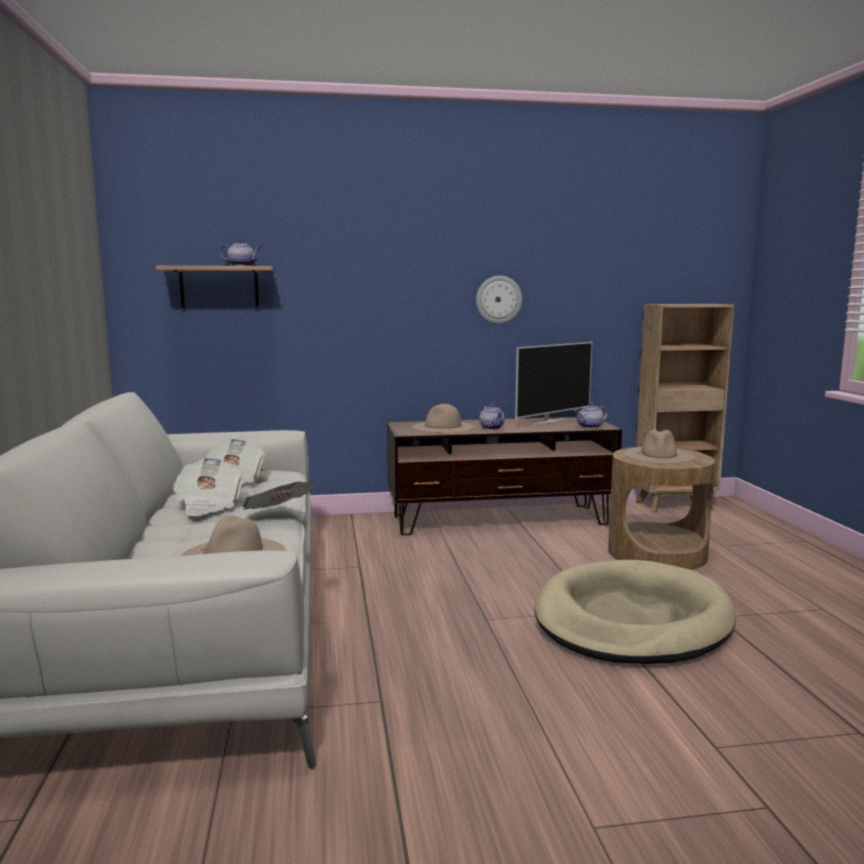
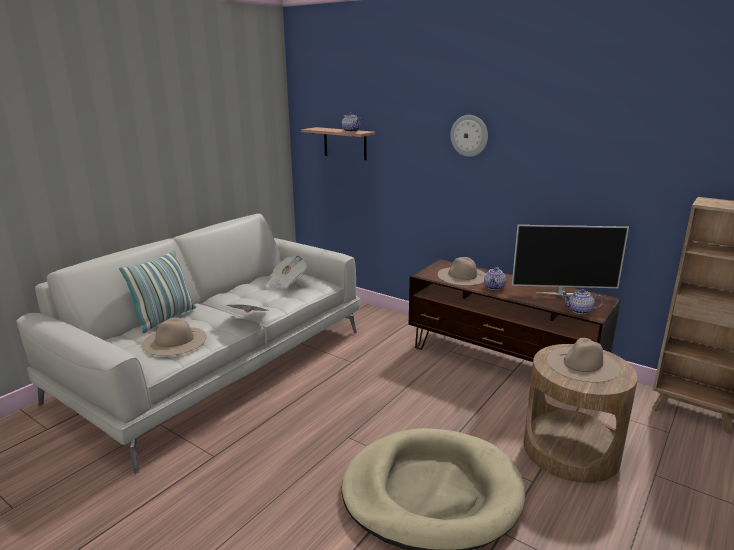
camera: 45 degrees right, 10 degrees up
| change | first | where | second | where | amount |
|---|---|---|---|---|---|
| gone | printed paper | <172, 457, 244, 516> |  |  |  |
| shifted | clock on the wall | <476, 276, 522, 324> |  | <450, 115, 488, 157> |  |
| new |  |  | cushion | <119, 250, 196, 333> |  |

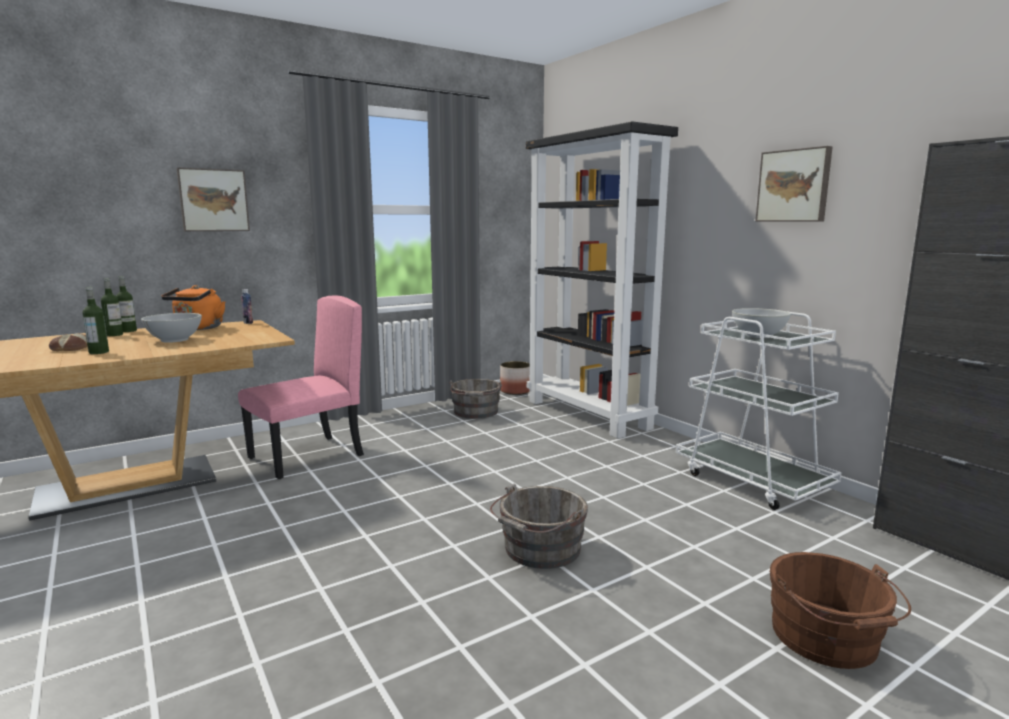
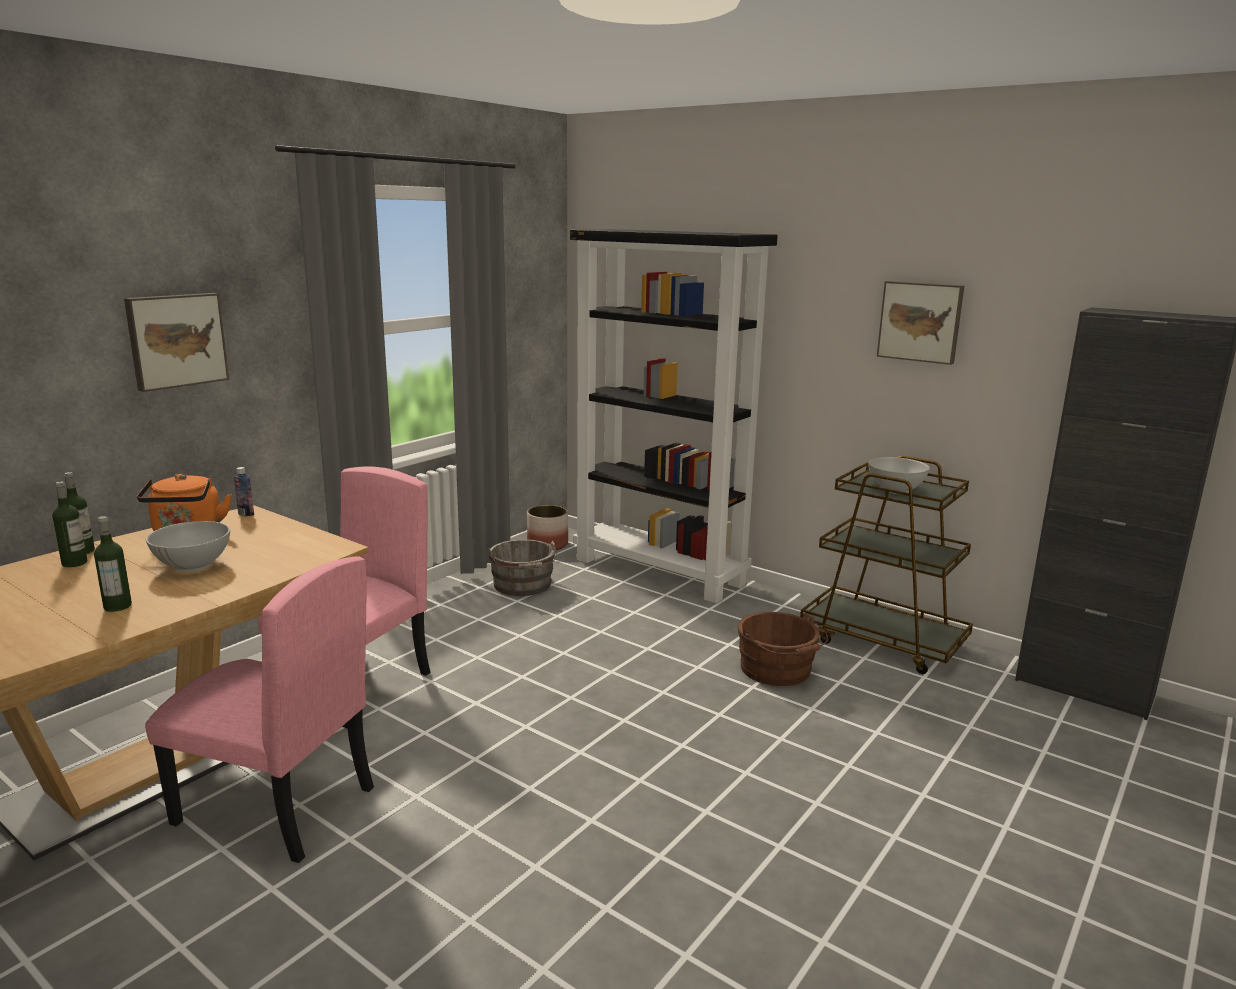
camera: 20 degrees left, 5 degrees up
| change | first | where | second | where | amount |
|---|---|---|---|---|---|
| gone | bread | <49, 333, 88, 351> |  |  |  |
| gone | gray pail | <490, 483, 588, 569> |  |  |  |
| repainted | whitish trolley | <676, 311, 842, 510> | brown trolley | <800, 456, 973, 674> |  |
| shifted | brown pail | <769, 552, 911, 669> |  | <738, 612, 828, 686> |  |
| new |  |  | pinkish upright chair | <145, 556, 374, 863> |  |

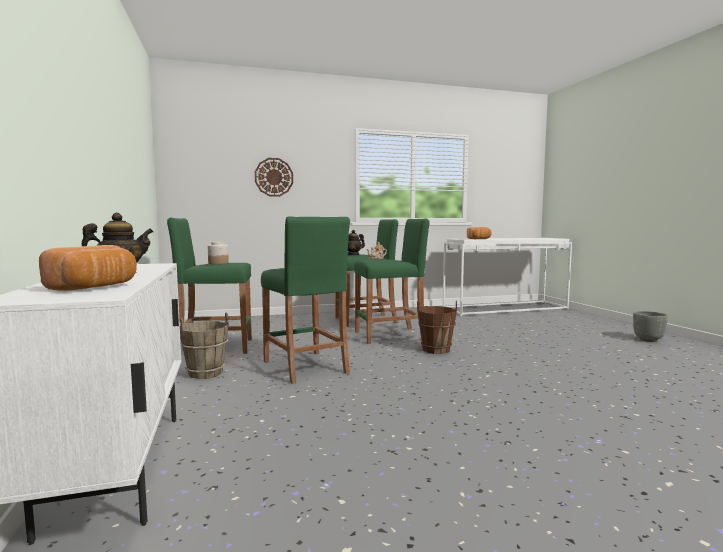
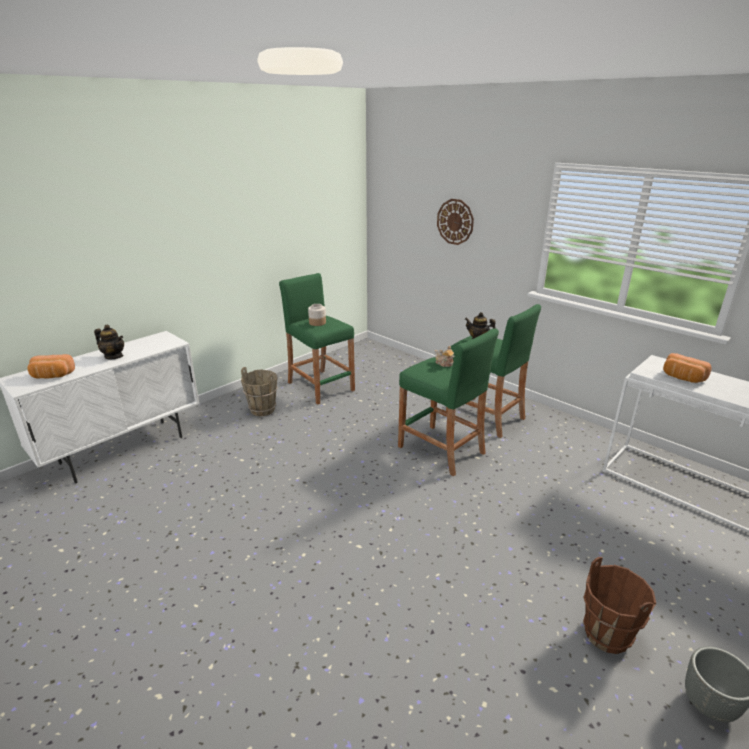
camera: 60 degrees right, 20 degrees up
| change | first | where | second | where | amount |
|---|---|---|---|---|---|
| gone | green sitting stool | <261, 216, 350, 384> |  |  |  |
| shifted | brown pail | <417, 300, 457, 354> |  | <583, 557, 656, 654> |  |

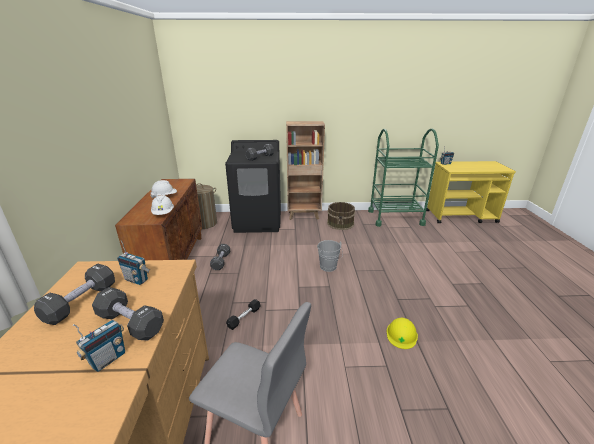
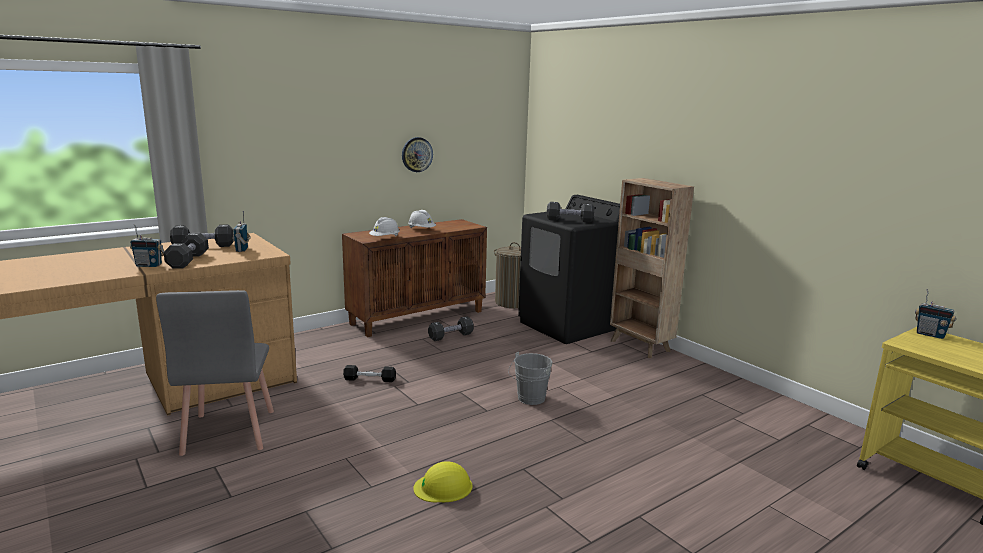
camera: 55 degrees right, 10 degrees down
| change | first | where | second | where | amount |
|---|---|---|---|---|---|
| gone | brown pail | <327, 202, 355, 230> |  |  |  |
| gone | green trolley | <368, 128, 439, 227> |  |  |  |
| new |  |  | clock on the wall | <402, 137, 433, 172> |  |

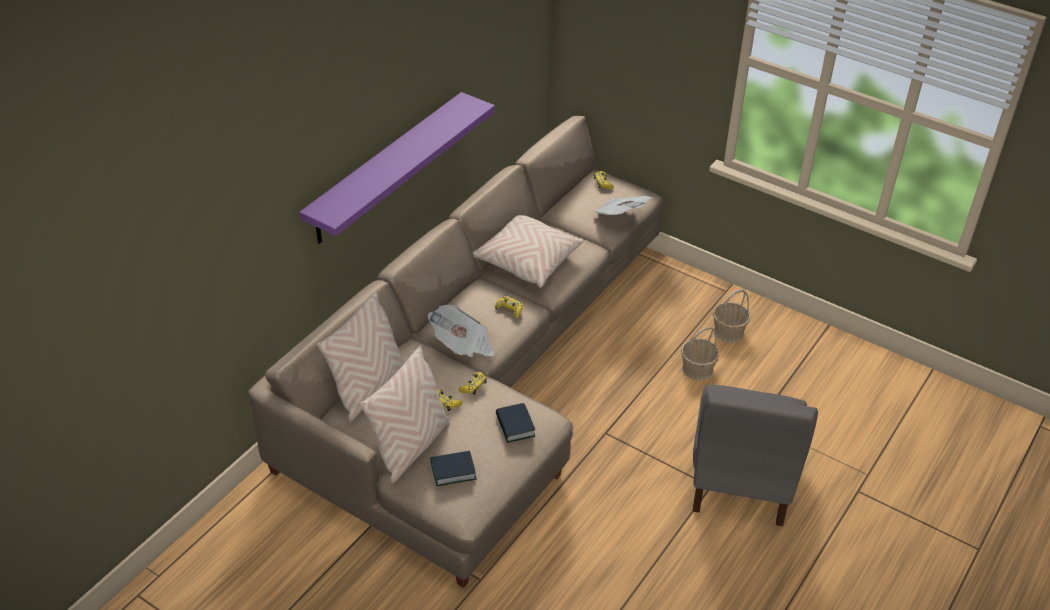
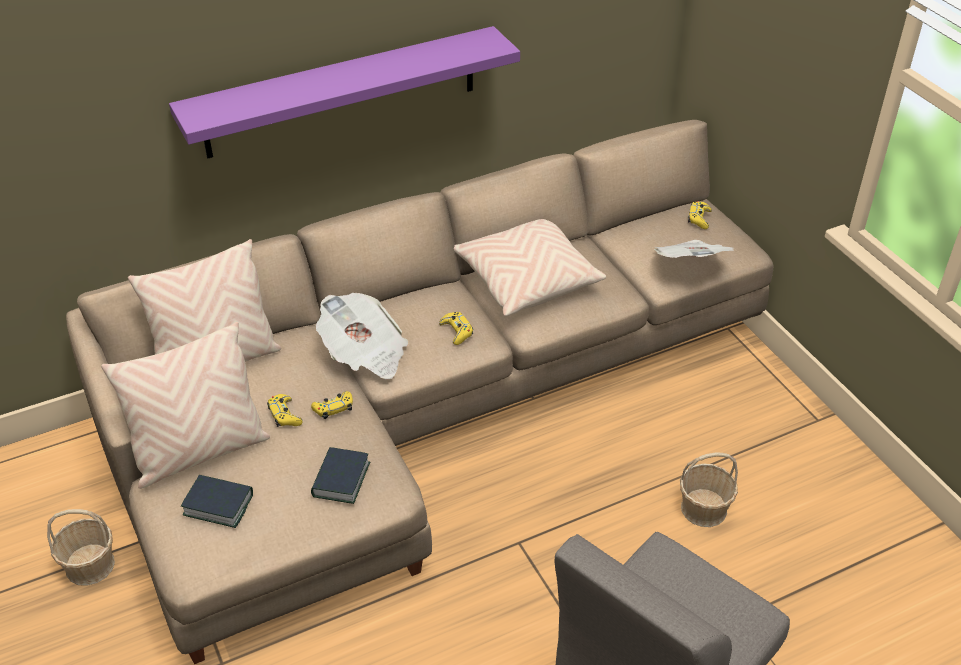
camera: 30 degrees right, 0 degrees up
| change | first | where | second | where | amount |
|---|---|---|---|---|---|
| shifted | basket | <713, 289, 751, 343> |  | <47, 509, 115, 586> |  |

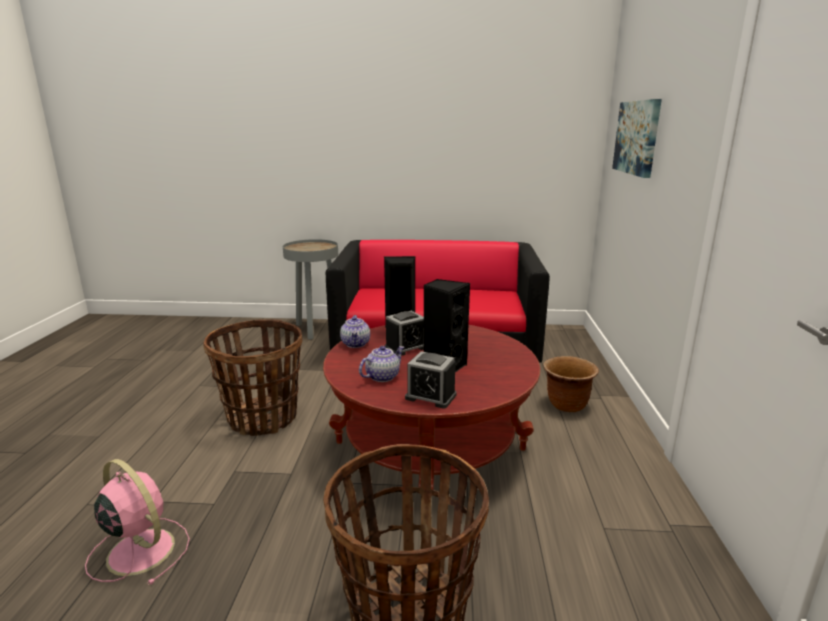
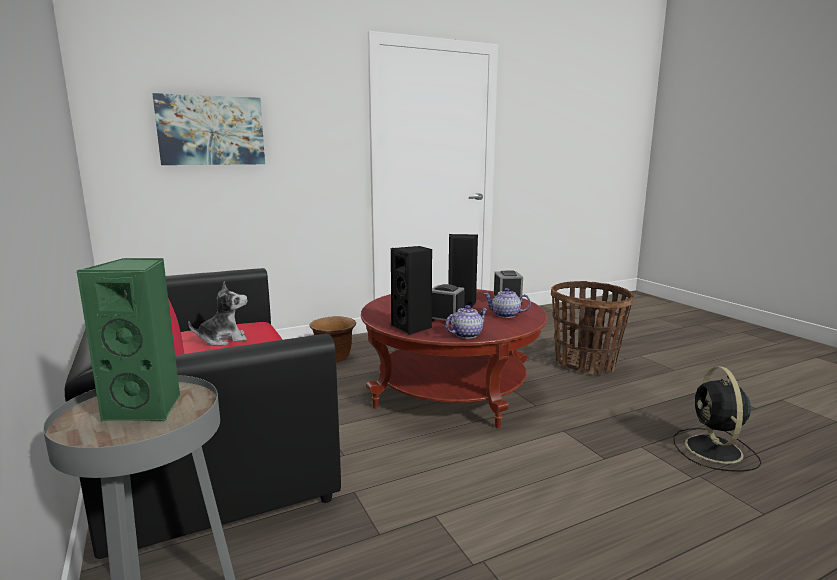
camera: 120 degrees left, 5 degrees down
| change | first | where | second | where | amount |
|---|---|---|---|---|---|
| repainted | pinkish fan | <85, 459, 190, 585> | blackish fan | <674, 367, 761, 471> |  |
| gone | basket | <204, 319, 302, 436> |  |  |  |
| new |  |  | green speaker | <77, 258, 181, 422> |  |
| new |  |  | soft toy | <188, 282, 247, 346> |  |

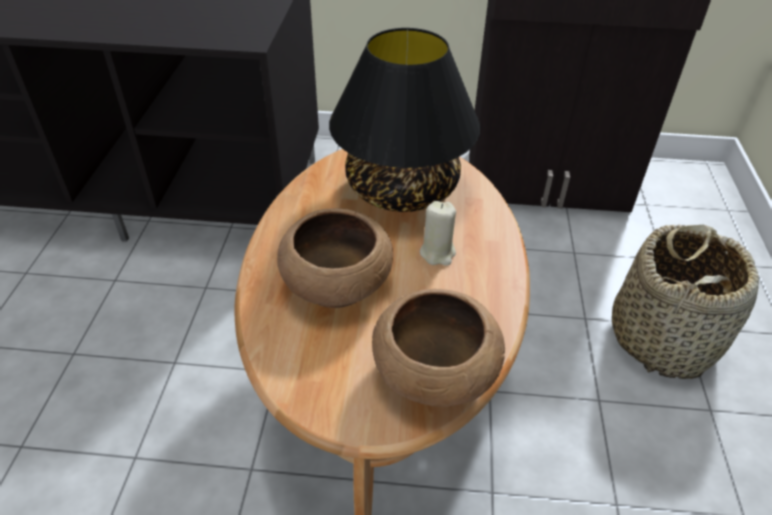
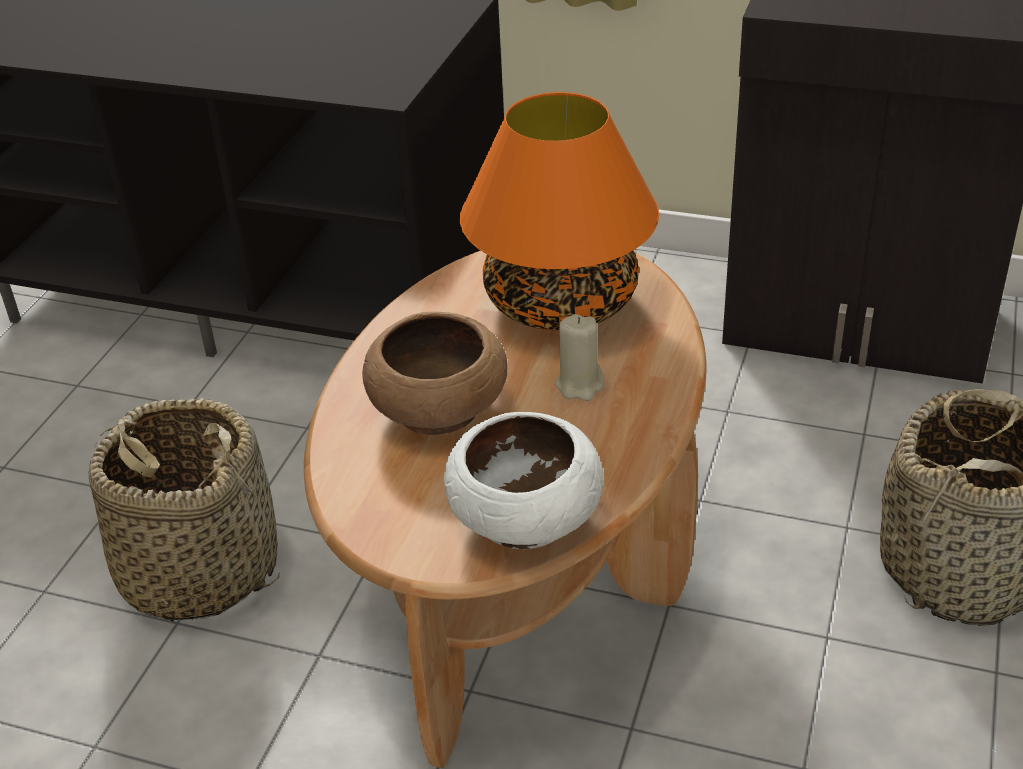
camera: 15 degrees right, 5 degrees down
| change | first | where | second | where | amount |
|---|---|---|---|---|---|
| repainted | blackish tabletop lamp | <329, 28, 480, 212> | orange tabletop lamp | <460, 92, 659, 330> |  |
| repainted | brown deep dish | <372, 289, 505, 407> | whitish deep dish | <444, 412, 603, 549> |  |
| new |  |  | basket | <88, 398, 280, 622> |  |

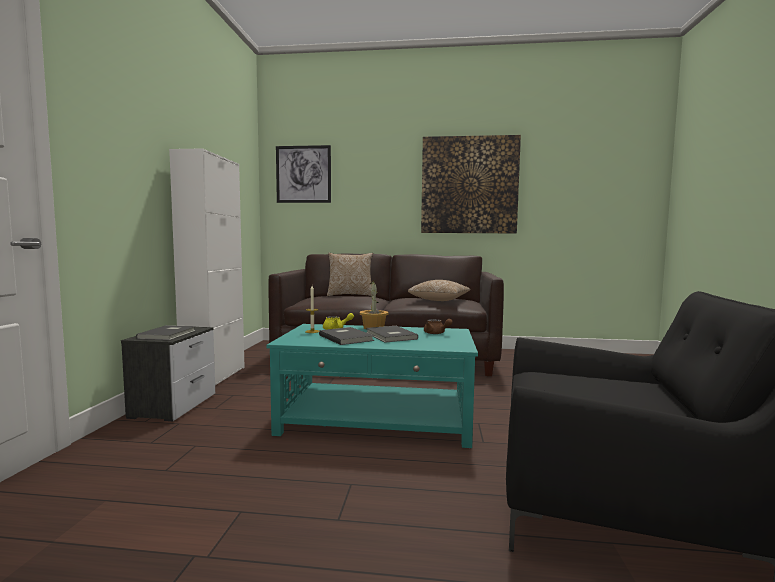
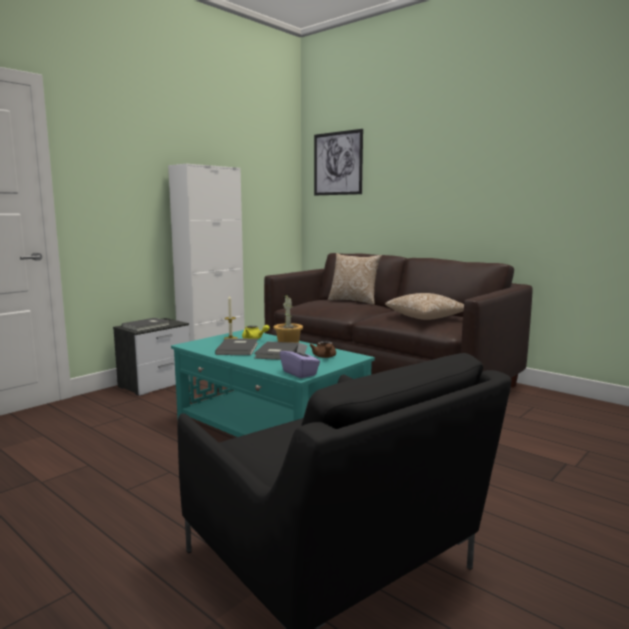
camera: 35 degrees right, 5 degrees up
| change | first | where | second | where | amount |
|---|---|---|---|---|---|
| gone | picture | <421, 135, 521, 233> |  |  |  |
| new |  |  | purple-coloured tissue box | <280, 342, 320, 378> |  |

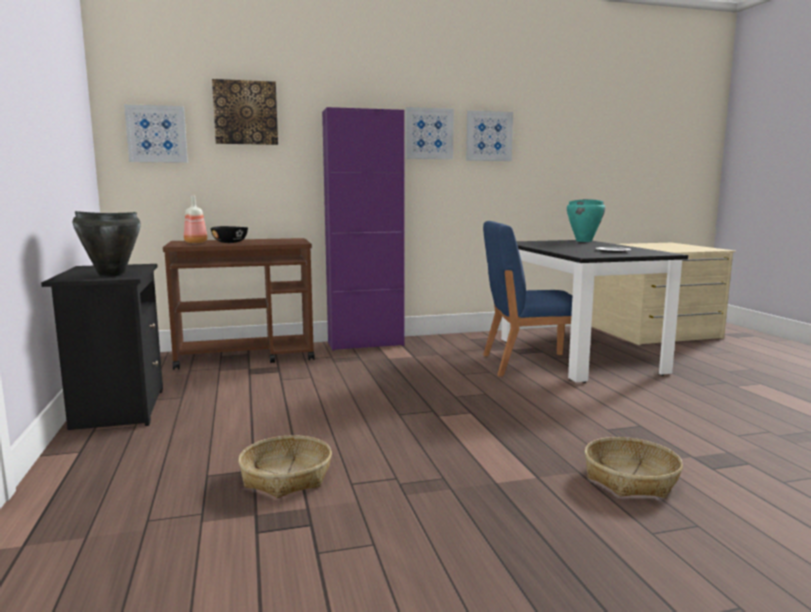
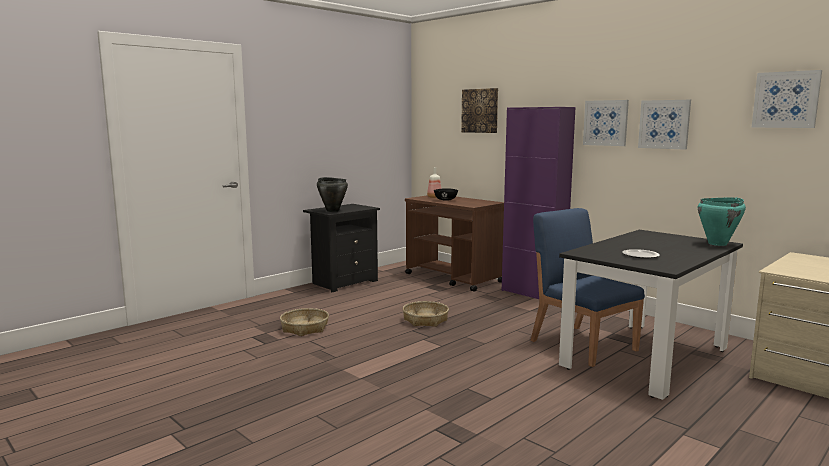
camera: 60 degrees right, 0 degrees up
| change | first | where | second | where | amount |
|---|---|---|---|---|---|
| shifted | picture | <124, 104, 188, 163> |  | <752, 70, 822, 128> |  |
| shifted | basket | <585, 437, 683, 498> |  | <403, 301, 449, 327> |  |

